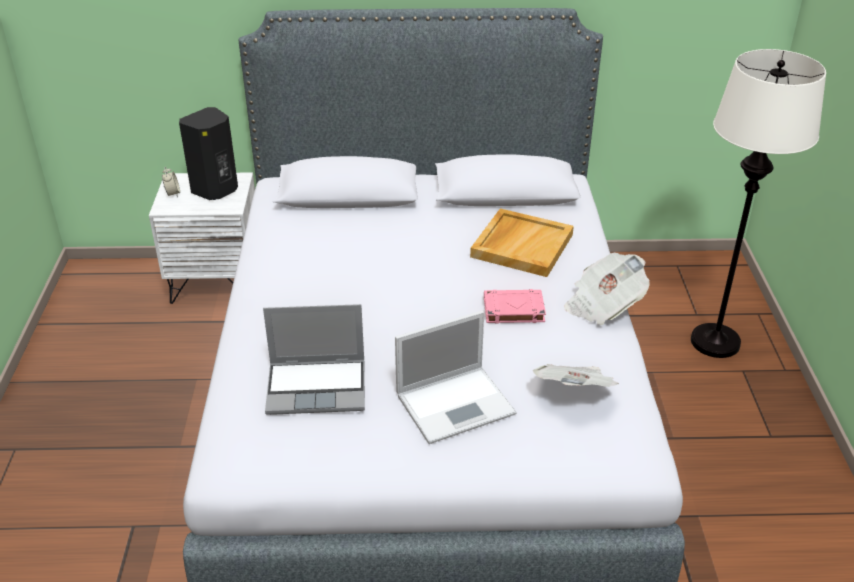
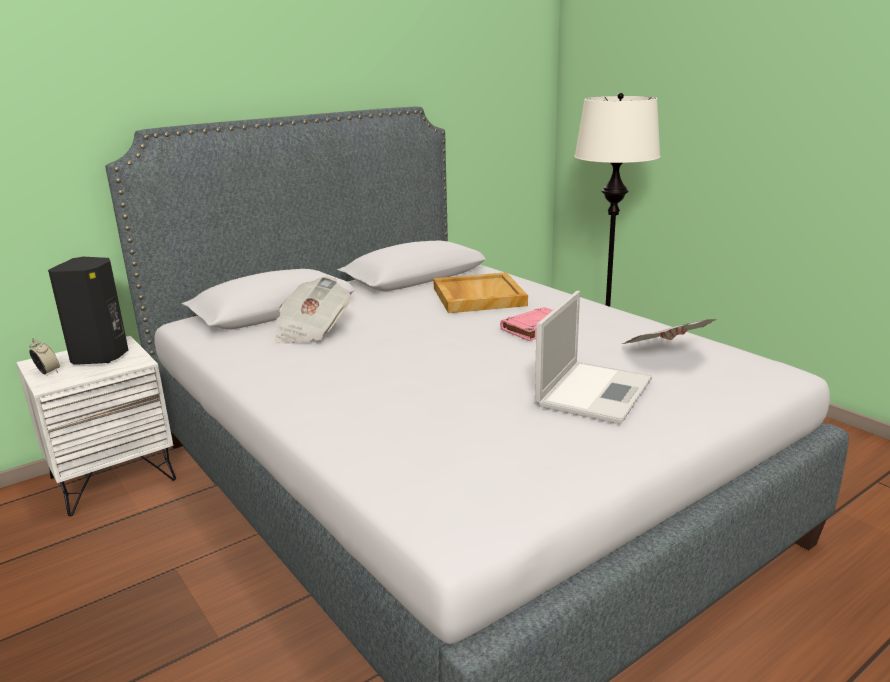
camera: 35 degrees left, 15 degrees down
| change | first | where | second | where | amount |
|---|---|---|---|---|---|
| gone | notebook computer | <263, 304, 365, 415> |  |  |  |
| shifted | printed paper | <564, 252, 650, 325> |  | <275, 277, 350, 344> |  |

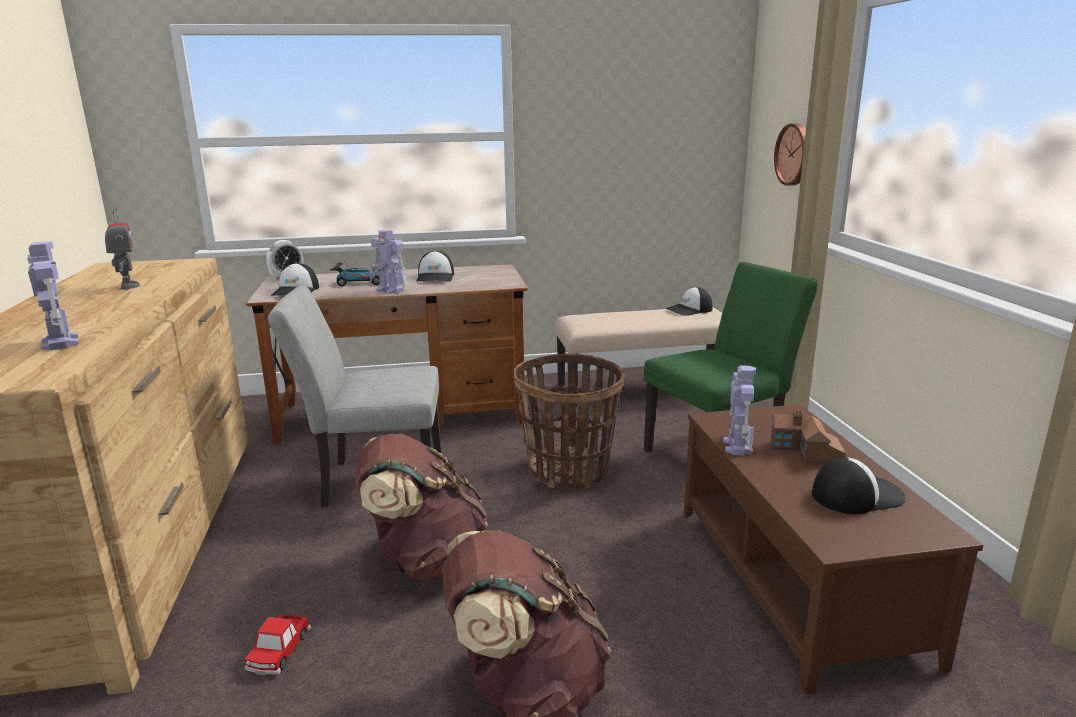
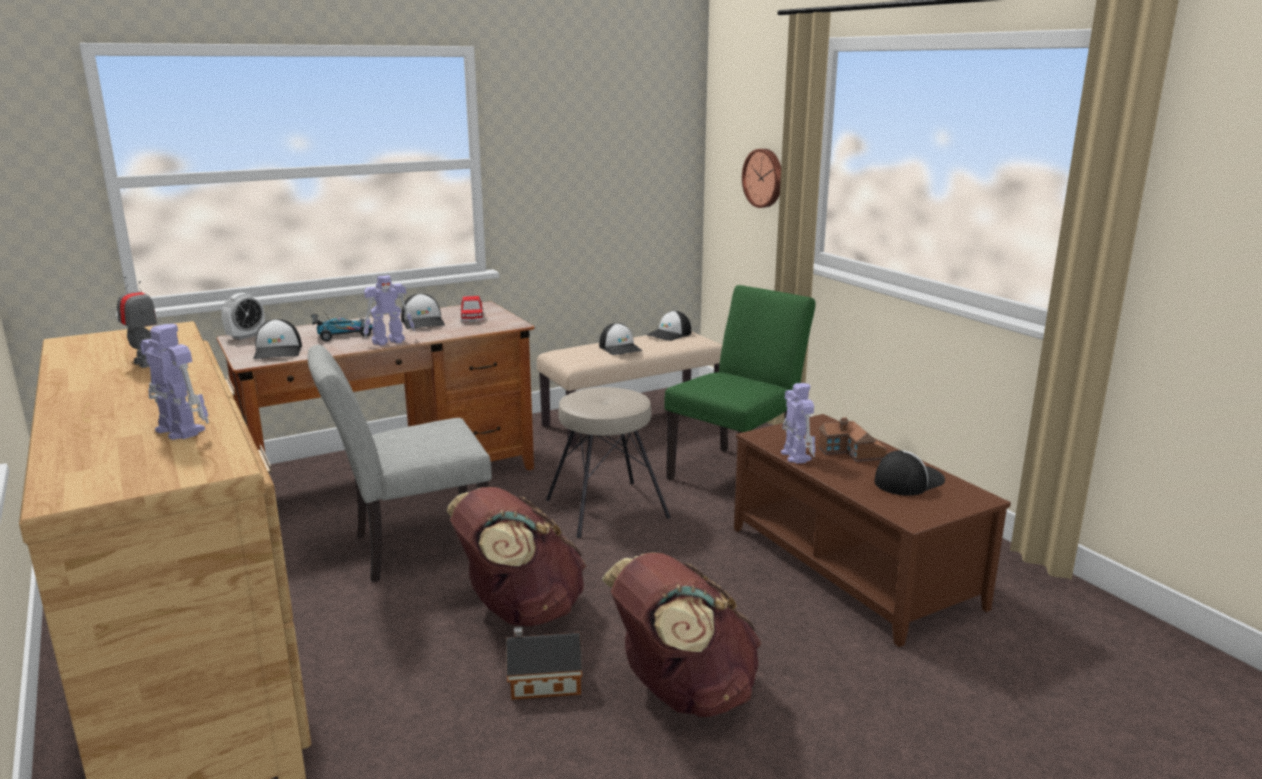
camera: 20 degrees left, 0 degrees up
| change | first | where | second | where | amount |
|---|---|---|---|---|---|
| shifted | model car | <245, 614, 311, 675> |  | <460, 296, 484, 322> |  |
| rotated | robot figure | <370, 229, 407, 294> |  | <364, 275, 415, 346> | 45 degrees counterclockwise |
| swapped | basket | <513, 354, 624, 489> | beige-coloured sitting stool | <546, 387, 671, 538> |  |
| new |  |  | model house | <506, 627, 582, 700> |  |
| new |  |  | peaked cap | <599, 323, 643, 355> |  |

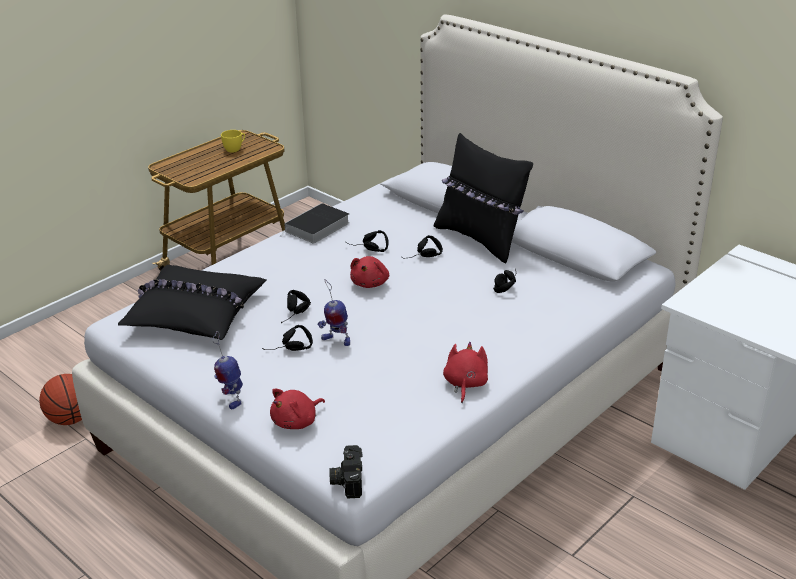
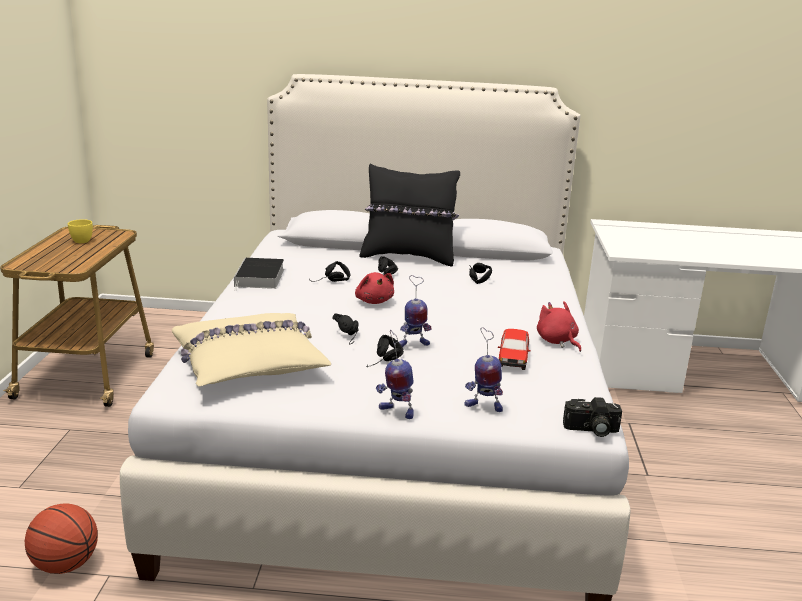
camera: 40 degrees left, 10 degrees down
| change | first | where | second | where | amount |
|---|---|---|---|---|---|
| repainted | blackish cushion | <118, 265, 267, 340> | beige-coloured cushion | <172, 313, 331, 386> |  |
| swapped | red soft toy | <270, 389, 325, 429> | robot figure | <464, 327, 503, 412> |  |
| rotated | photo camera | <329, 445, 362, 498> |  | <563, 397, 622, 437> | 45 degrees counterclockwise |
| new |  |  | model car | <498, 329, 531, 370> |  |

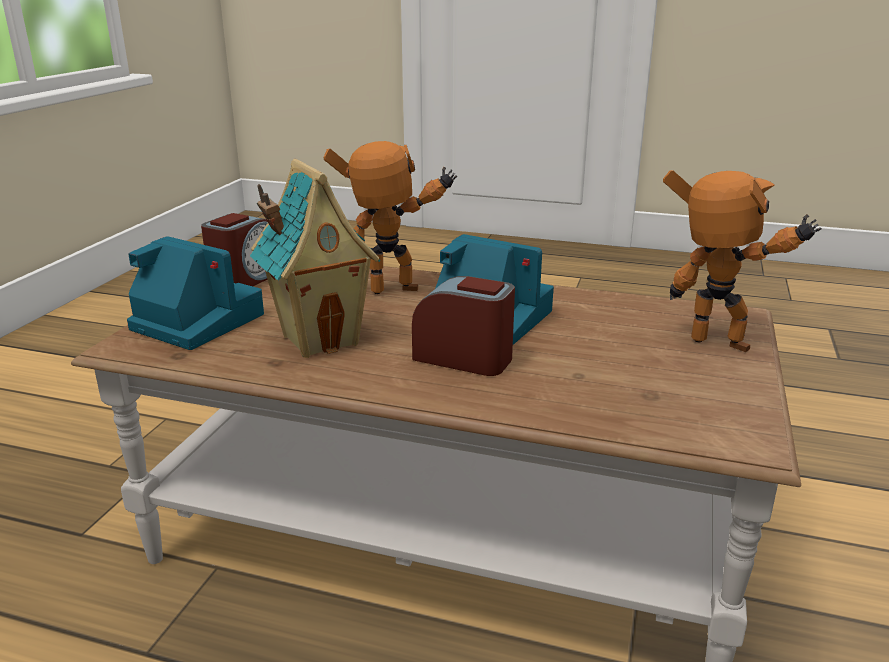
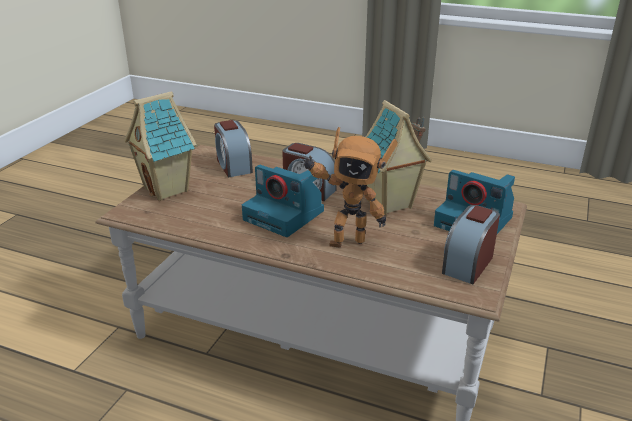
camera: 175 degrees left, 5 degrees up
| change | first | where | second | where | amount |
|---|---|---|---|---|---|
| swapped | robot figure | <663, 170, 821, 352> | model house | <124, 91, 197, 201> |  |
| new |  |  | table clock | <214, 120, 253, 177> |  |

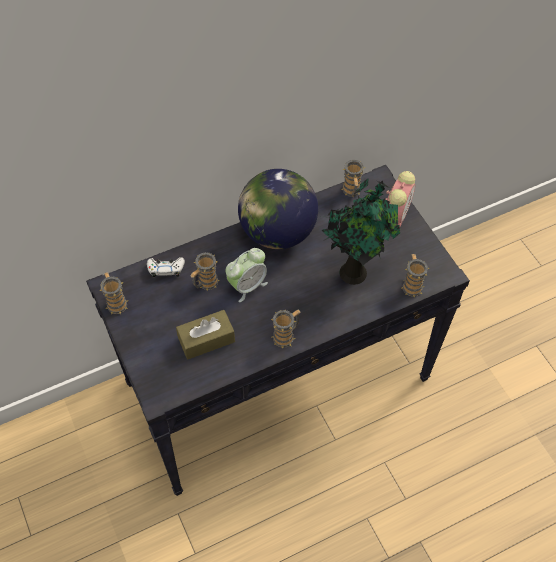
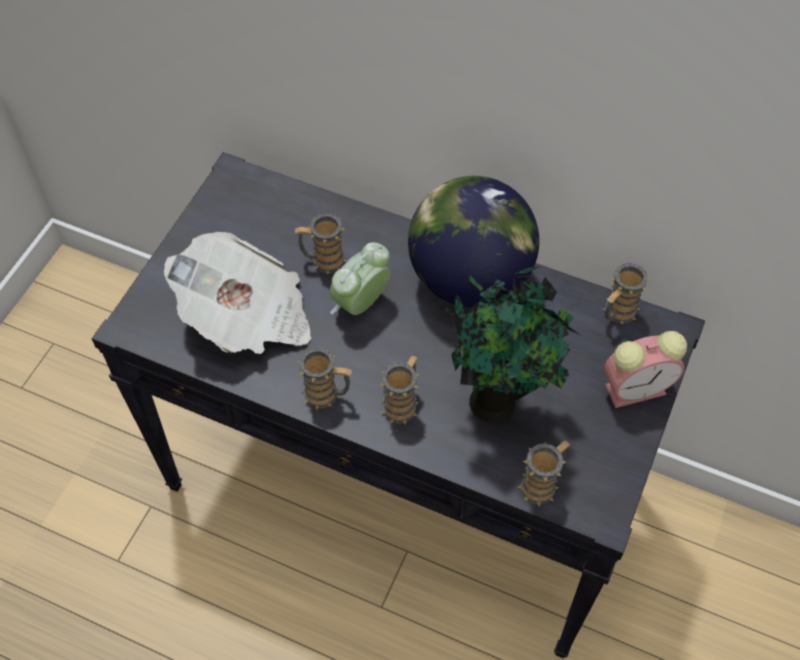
camera: 50 degrees right, 0 degrees up
| change | first | where | second | where | amount |
|---|---|---|---|---|---|
| shifted | coffee mug | <99, 272, 128, 314> |  | <380, 356, 419, 424> |  |
| gone | whitish gamepad | <147, 257, 185, 278> |  |  |  |
| swapped | brown tissue box | <176, 310, 235, 360> | printed paper | <164, 232, 311, 354> |  |
| rotated | table clock | <226, 248, 268, 302> |  | <330, 242, 390, 315> | 120 degrees clockwise |

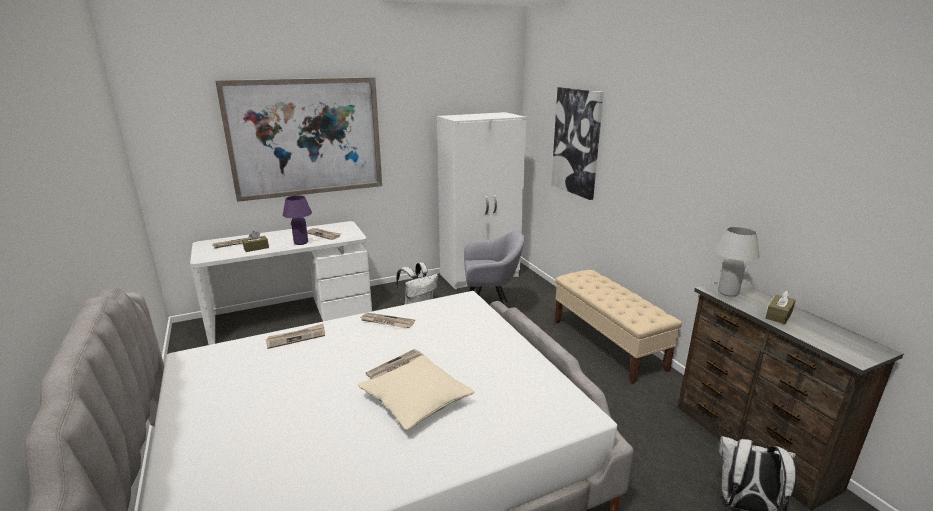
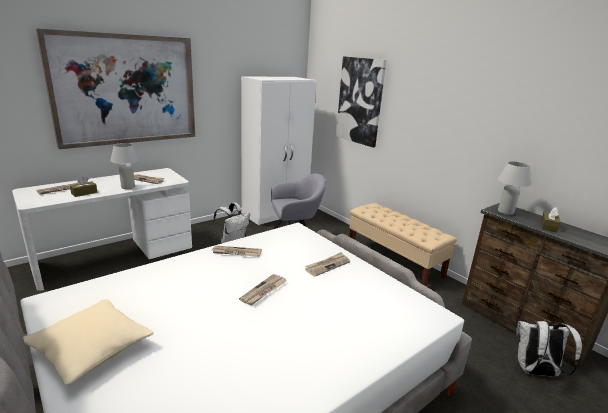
camera: 15 degrees left, 0 degrees up
| change | first | where | second | where | amount |
|---|---|---|---|---|---|
| shifted | printed paper | <266, 324, 325, 349> |  | <305, 252, 350, 277> |  |
| repainted | purple-coloured tabletop lamp | <283, 195, 312, 245> | whitish tabletop lamp | <110, 143, 139, 189> |  |
| shifted | beige-coloured cushion | <358, 355, 475, 430> |  | <23, 299, 154, 385> |  |

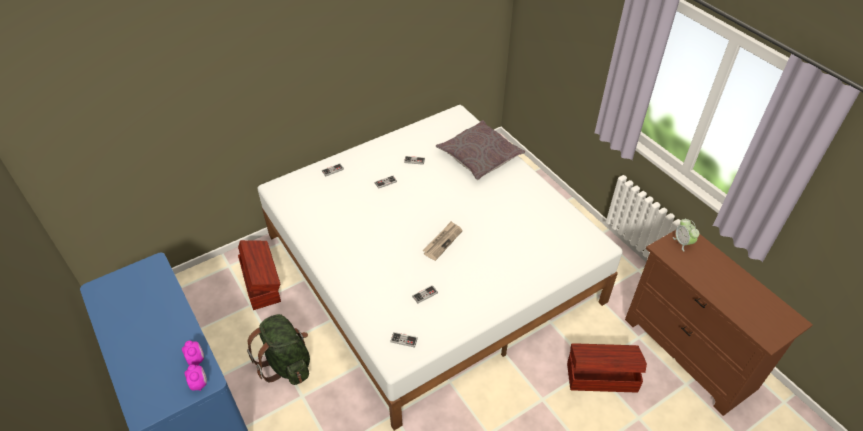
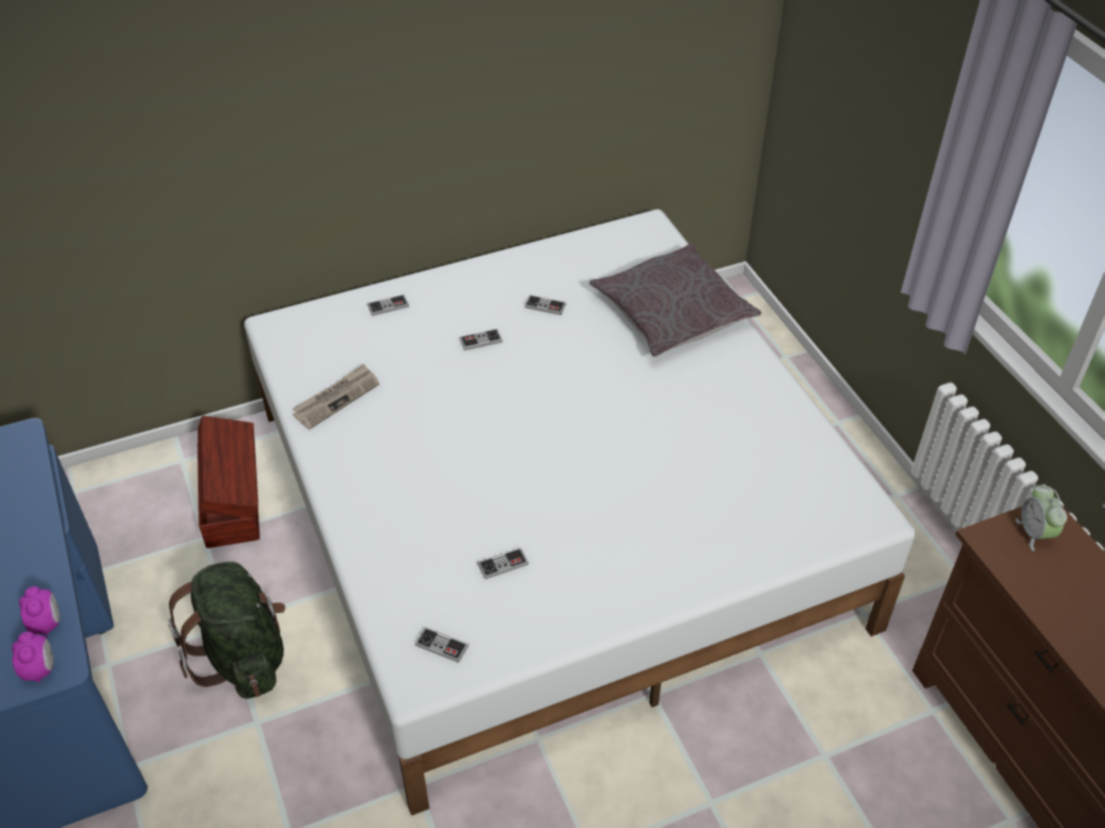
camera: 10 degrees right, 0 degrees up
| change | first | where | second | where | amount |
|---|---|---|---|---|---|
| shifted | printed paper | <422, 221, 463, 261> |  | <292, 364, 379, 430> |  |
| gone | brown storage bin | <567, 343, 647, 392> |  |  |  |

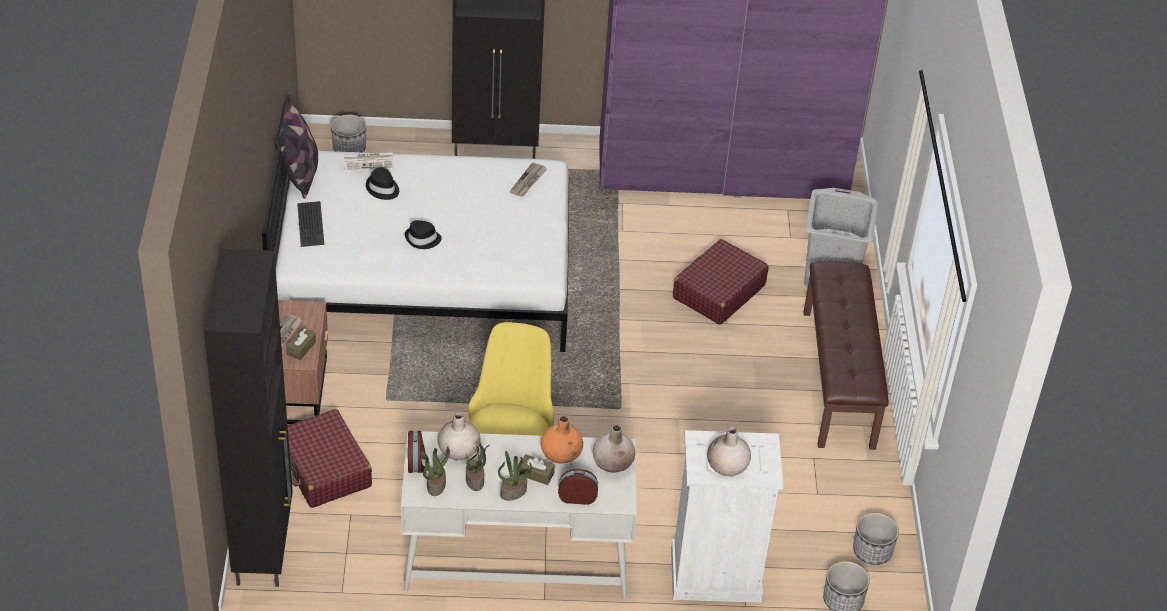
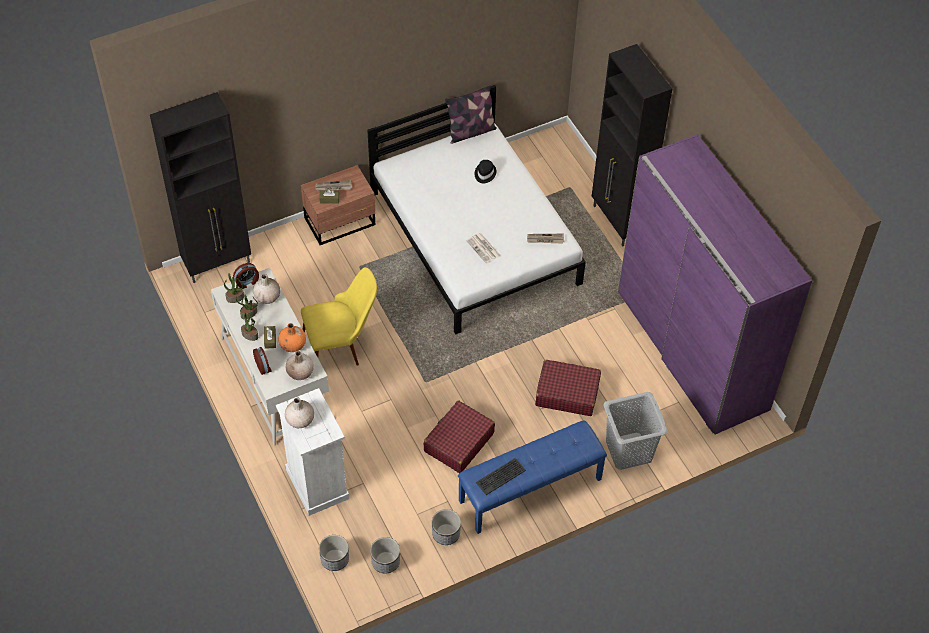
camera: 65 degrees right, 10 degrees up
| change | first | where | second | where | amount |
|---|---|---|---|---|---|
| shifted | red piece of luggage | <288, 409, 372, 508> |  | <424, 400, 495, 473> |  |
| shifted | computer keyboard | <297, 201, 324, 247> |  | <476, 458, 526, 495> |  |
| shifted | flower pot | <331, 115, 366, 152> |  | <432, 509, 461, 545> |  |
| shifted | printed paper | <344, 152, 394, 170> |  | <466, 233, 501, 264> |  |
| gone | blackish hat | <405, 220, 442, 249> |  |  |  |
| repainted | brown long seat | <804, 261, 889, 450> | bluish long seat | <458, 420, 607, 534> |  |

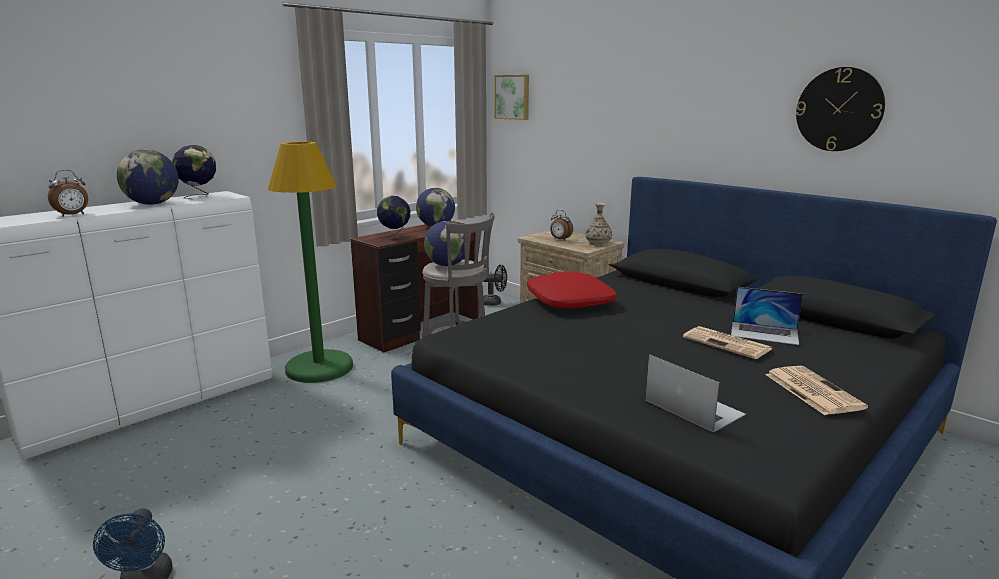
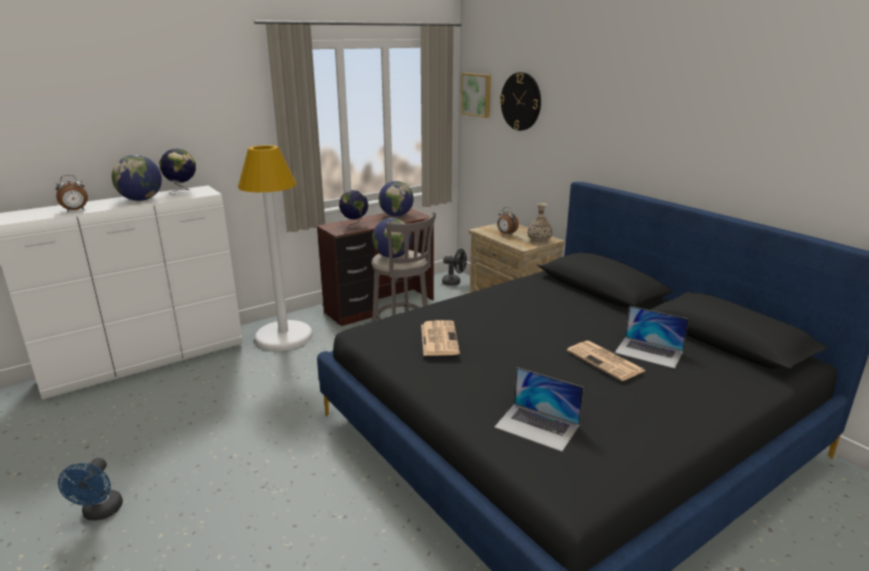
camera: 10 degrees right, 5 degrees up
| change | first | where | second | where | amount |
|---|---|---|---|---|---|
| repainted | green standard lamp | <268, 142, 353, 383> | whitish standard lamp | <238, 145, 312, 351> |  |
| gone | red cushion | <527, 271, 616, 309> |  |  |  |
| rotated | notebook computer | <645, 354, 746, 432> |  | <494, 367, 584, 452> | 150 degrees clockwise |
| shifted | printed paper | <765, 366, 868, 415> |  | <421, 320, 460, 356> |  |
| shifted | clock on the wall | <796, 67, 885, 151> |  | <500, 72, 541, 131> |  |

